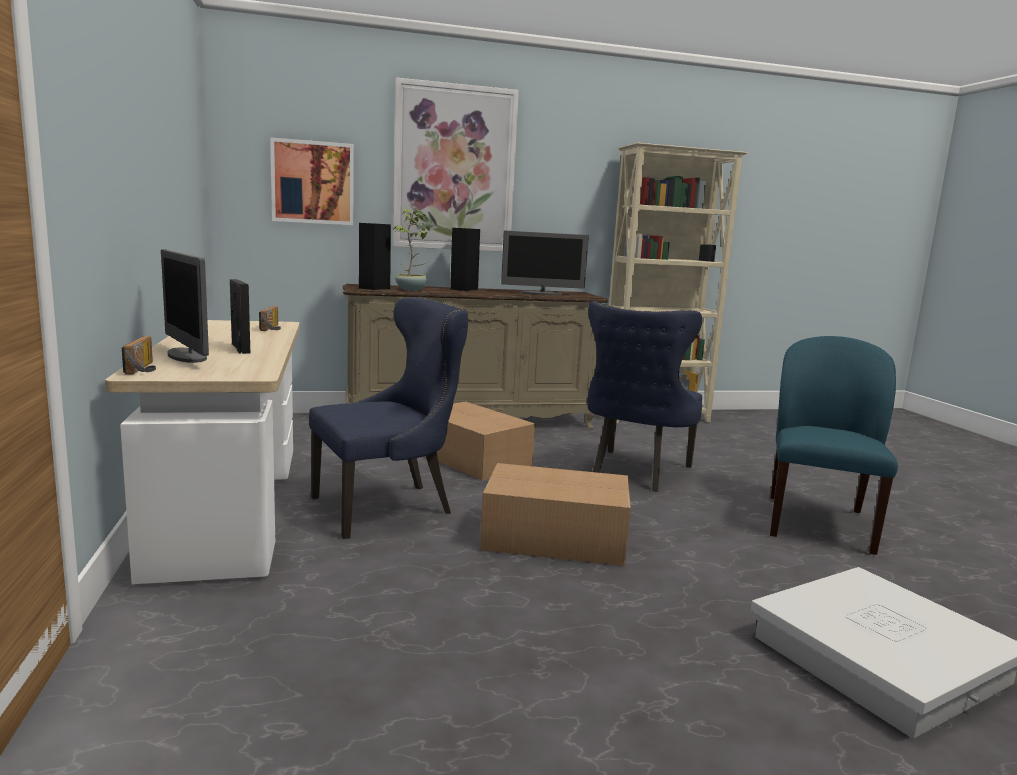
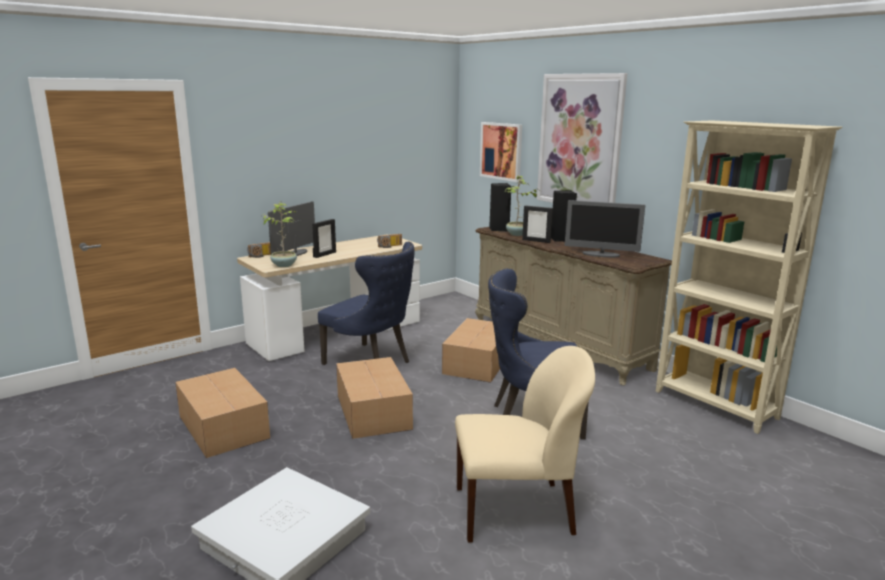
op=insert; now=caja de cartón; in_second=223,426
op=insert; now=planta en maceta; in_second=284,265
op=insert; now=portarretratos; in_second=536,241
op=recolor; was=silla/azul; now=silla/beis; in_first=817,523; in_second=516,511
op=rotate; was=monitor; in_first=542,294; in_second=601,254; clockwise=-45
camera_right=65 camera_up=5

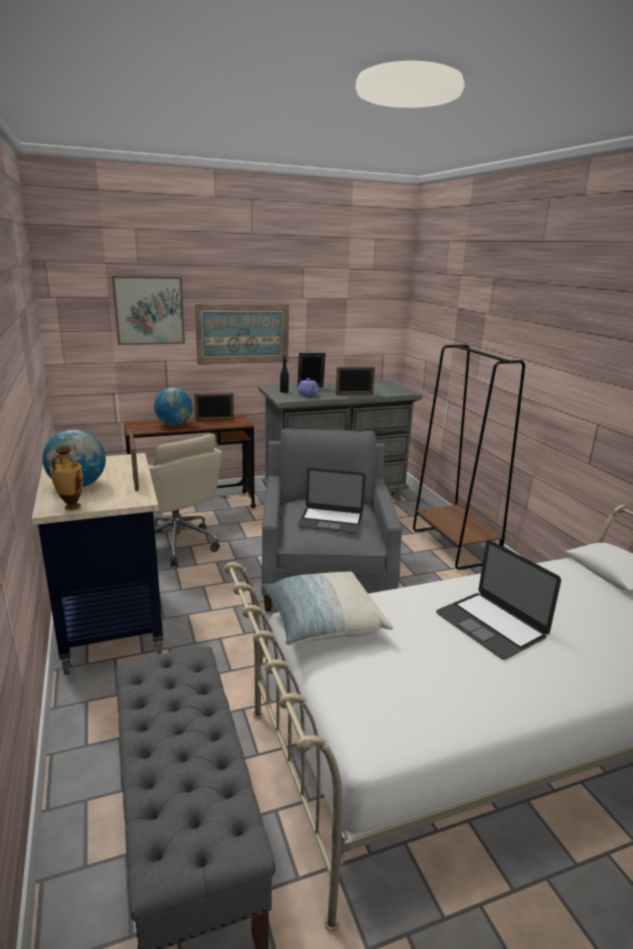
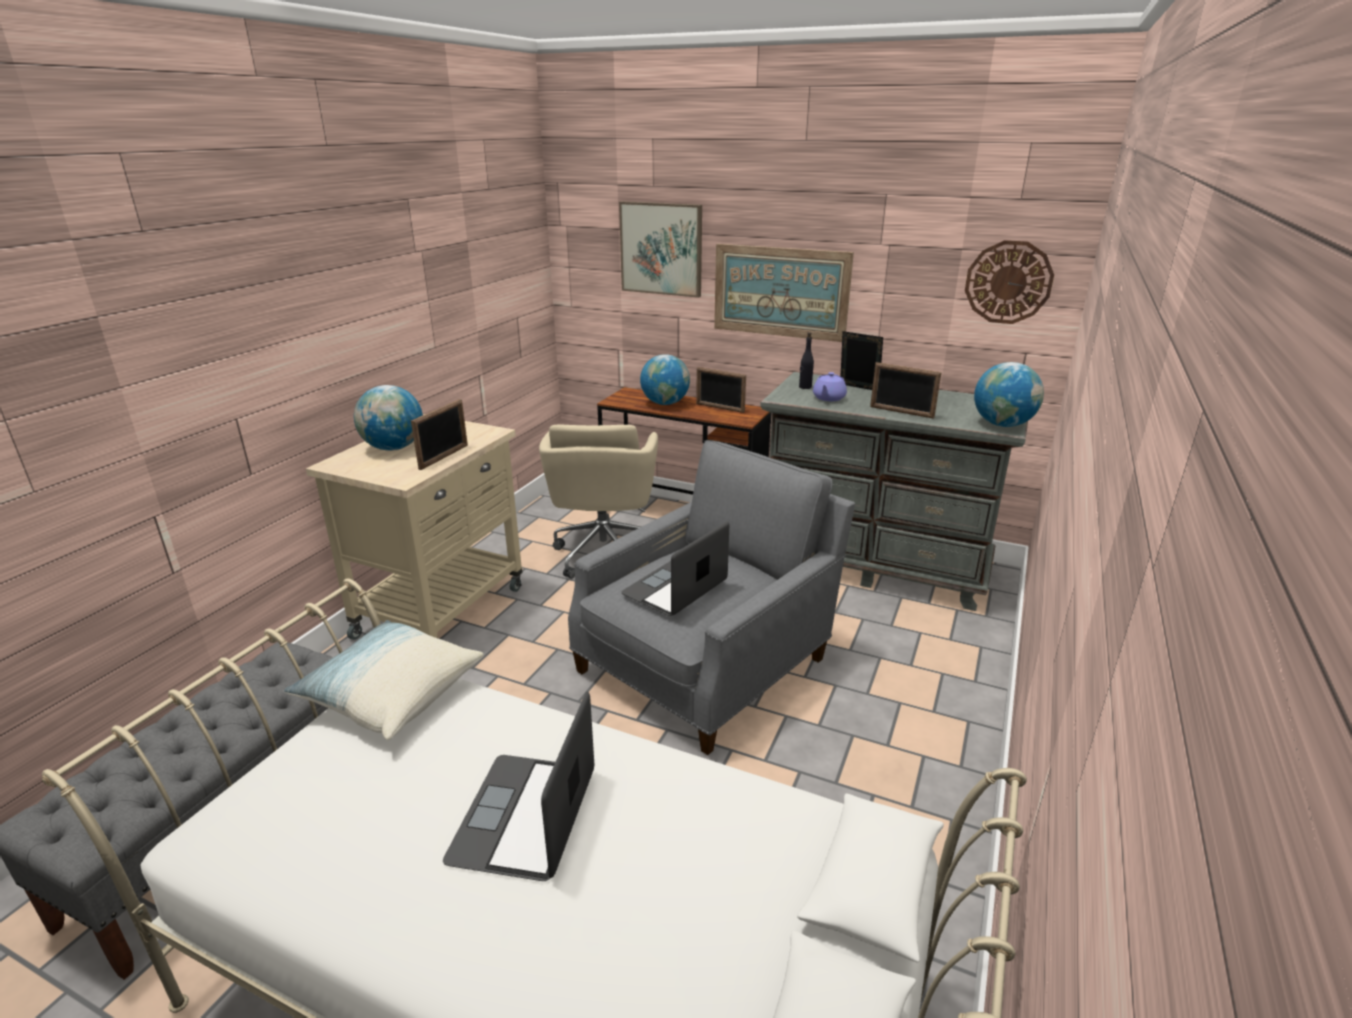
op=delete; was=florero; in_first=71,507
op=delete; was=perchero; in_first=454,546
op=insert; now=reloj de pared; in_second=1008,282
op=insert; now=globo terráqueo; in_second=1002,424
op=recolor; was=carrito/azul; now=carrito/beis; in_first=111,624; in_second=441,611
op=rotate; was=portátil; in_first=331,520; in_second=675,587; clockwise=75
camera_right=45 camera_up=5

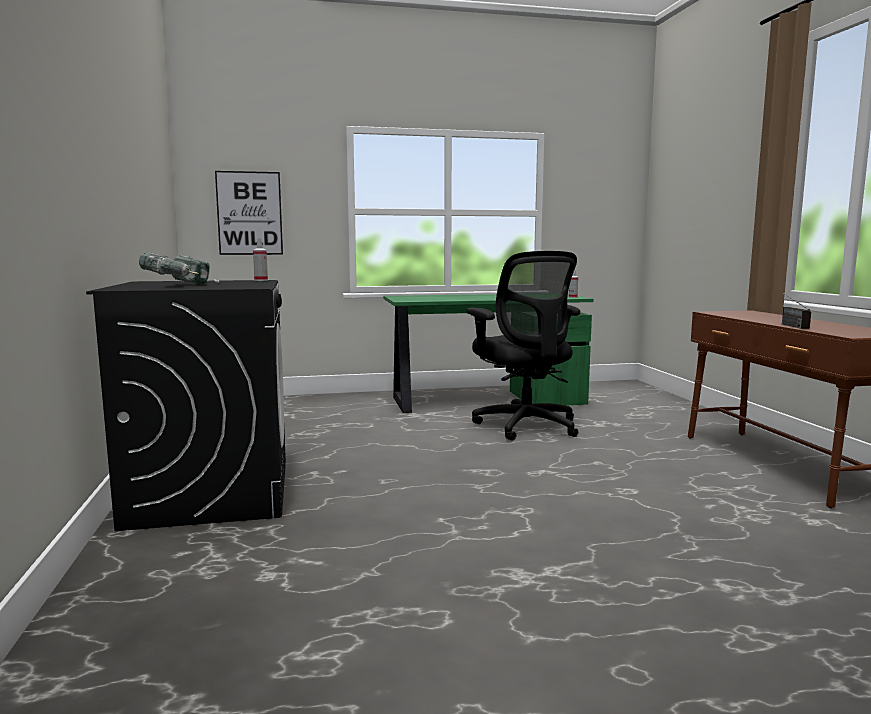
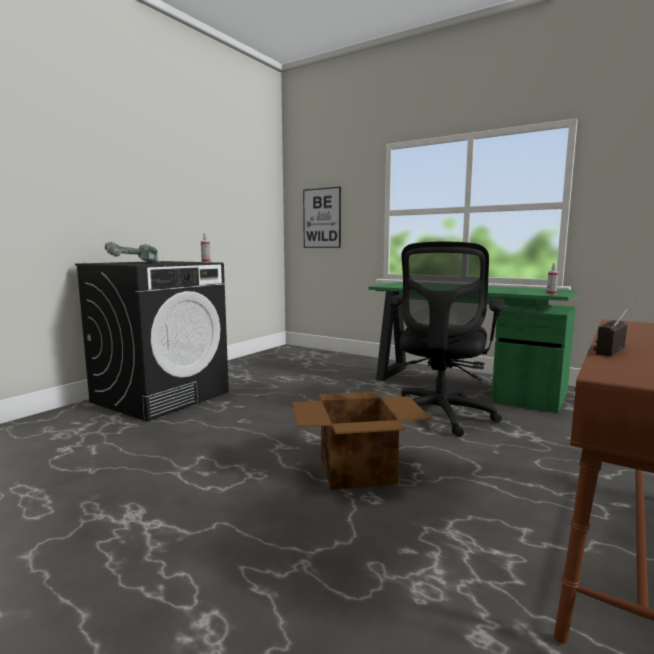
op=insert; now=caja de cartón; in_second=358,470
camera_right=45 camera_up=0

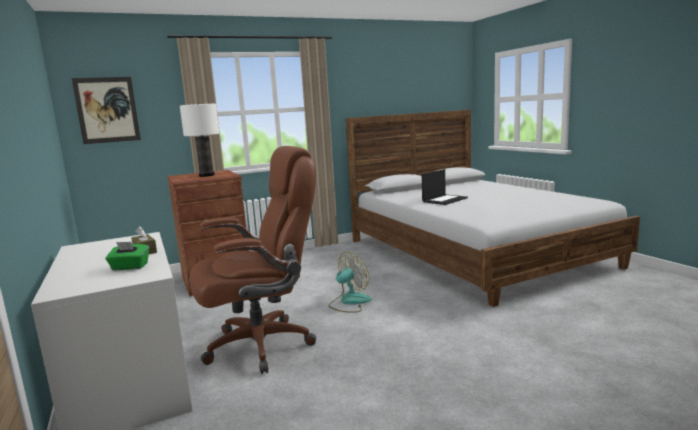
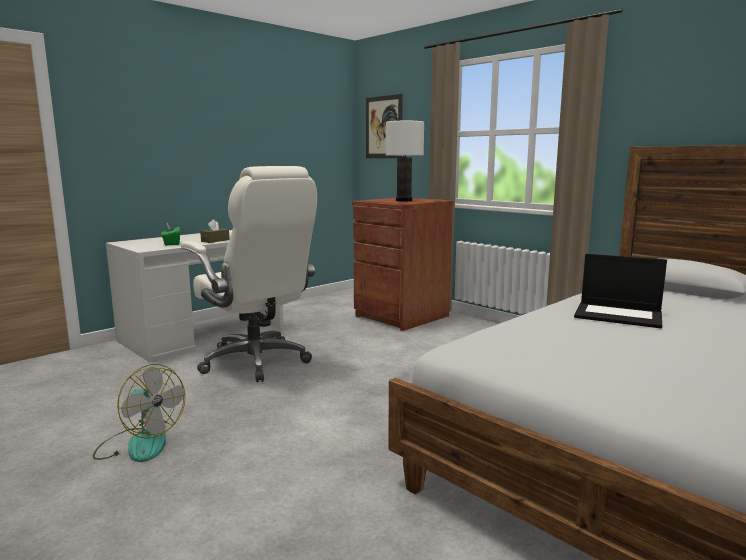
op=move; was=ventilador; in_first=349,302; in_second=139,444
op=recolor; was=silla de oficina/marrón; now=silla de oficina/blanco; in_first=262,345; in_second=256,362
camera_right=70 camera_up=0

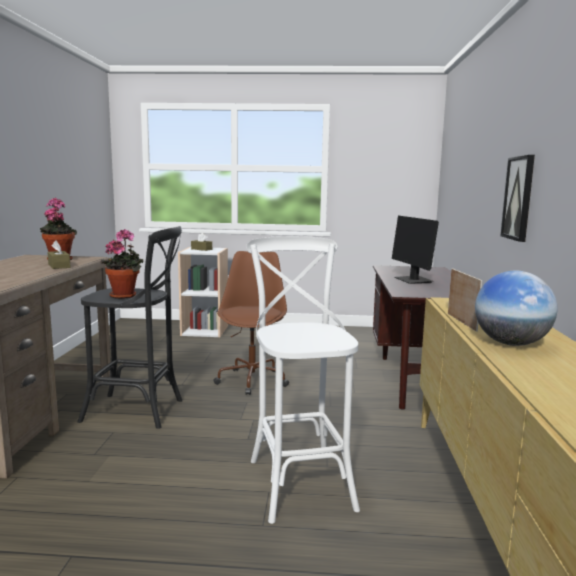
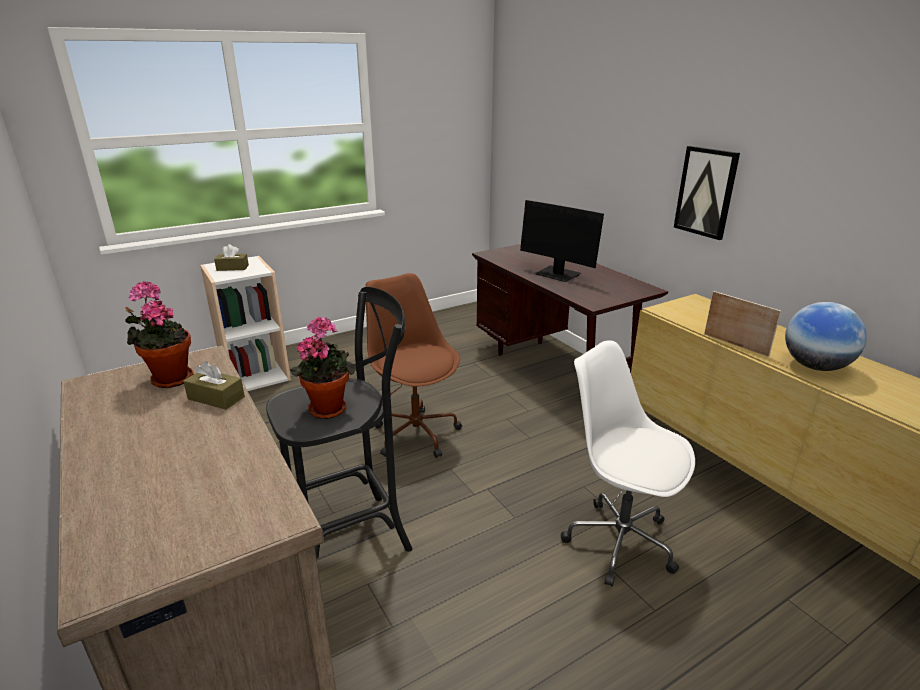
op=replace; was=taburete/blanco; now=silla de oficina/blanco; in_first=299,479; in_second=617,541
camera_right=-35 camera_up=15

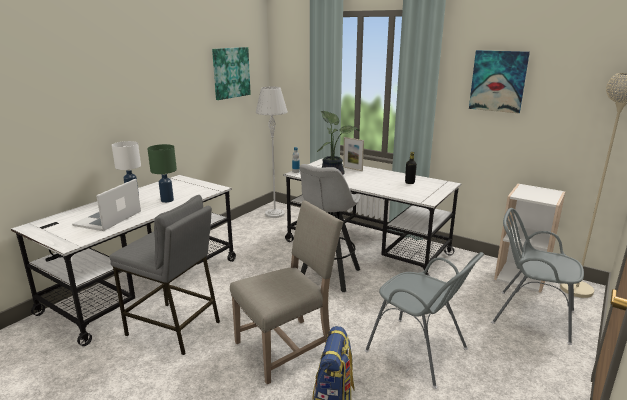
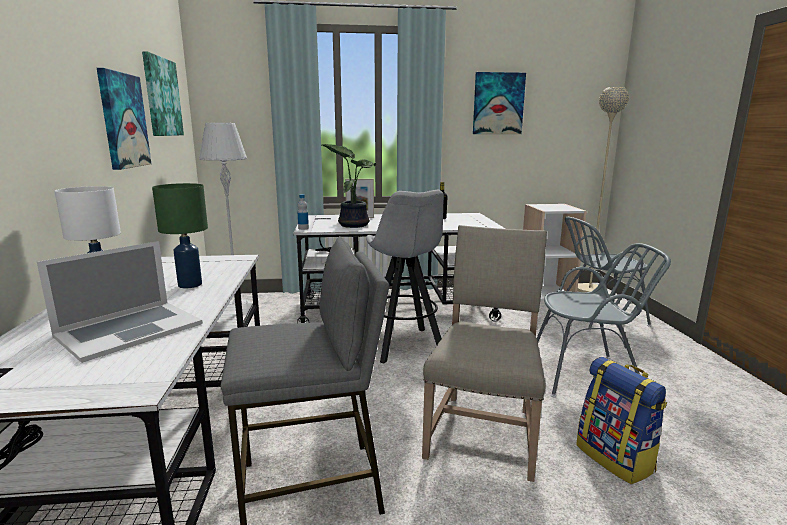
op=insert; now=cuadro; in_second=123,121
op=rotate; was=portátil; in_first=108,218; in_second=129,330; clockwise=-120
camera_right=-40 camera_up=-5

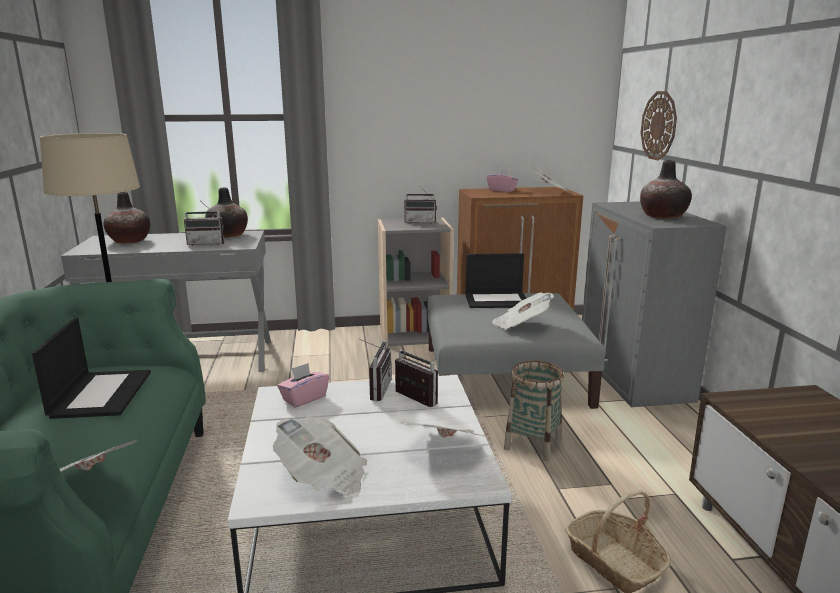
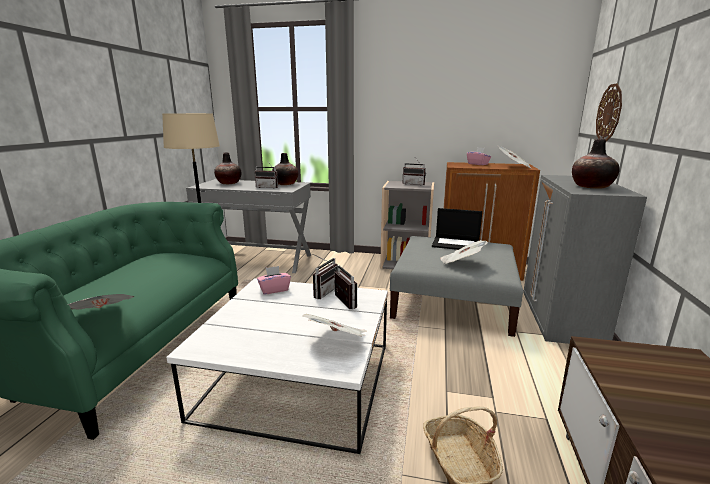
op=delete; was=portátil; in_first=101,393
op=delete; was=periódico; in_first=323,477
op=delete; was=cesta; in_first=533,444
camera_right=20 camera_up=0

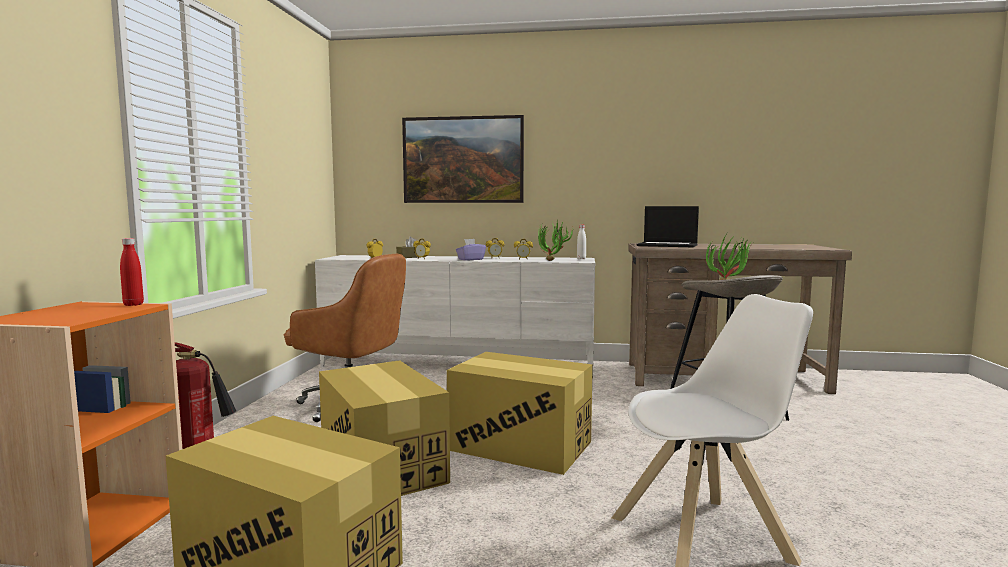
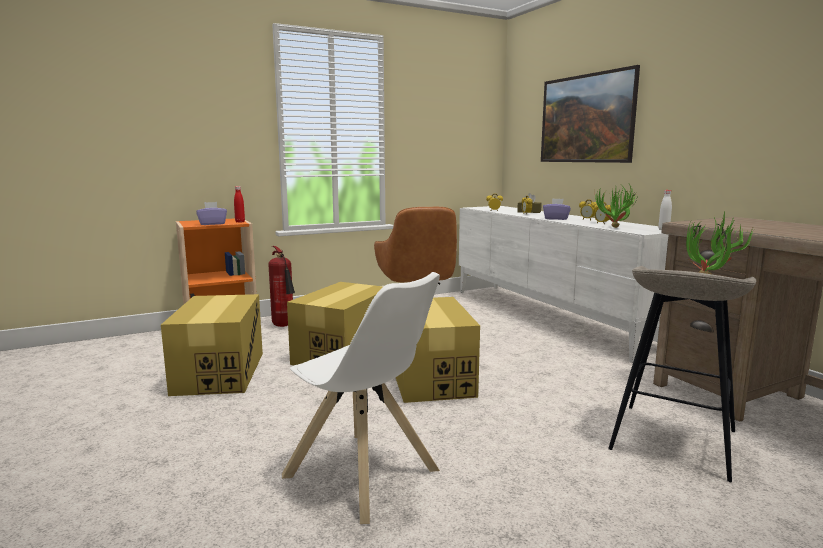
op=delete; was=portátil; in_first=668,245
op=insert; now=caja de pañuelos/morado; in_second=212,224
camera_right=55 camera_up=5

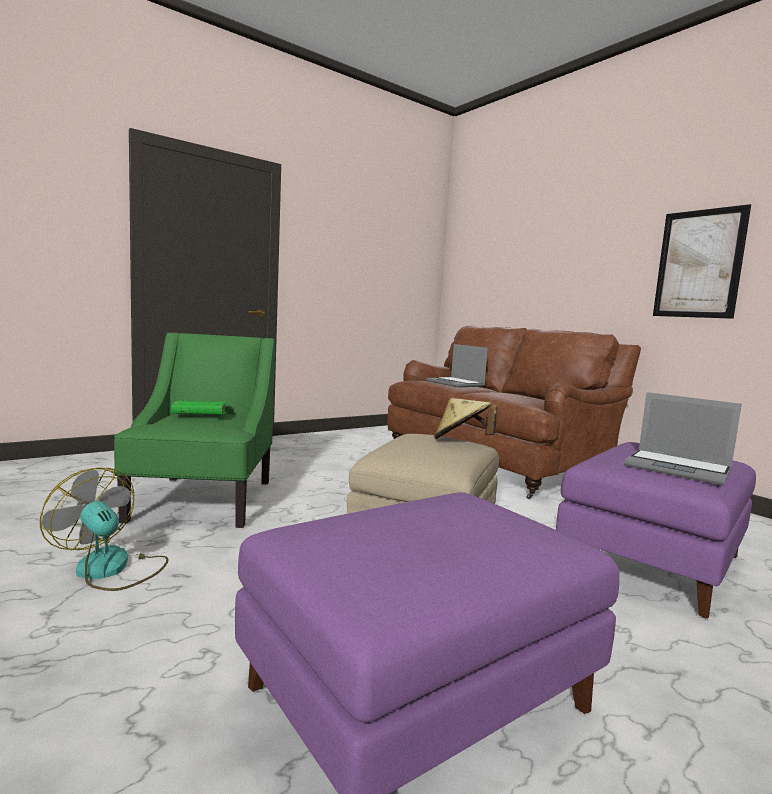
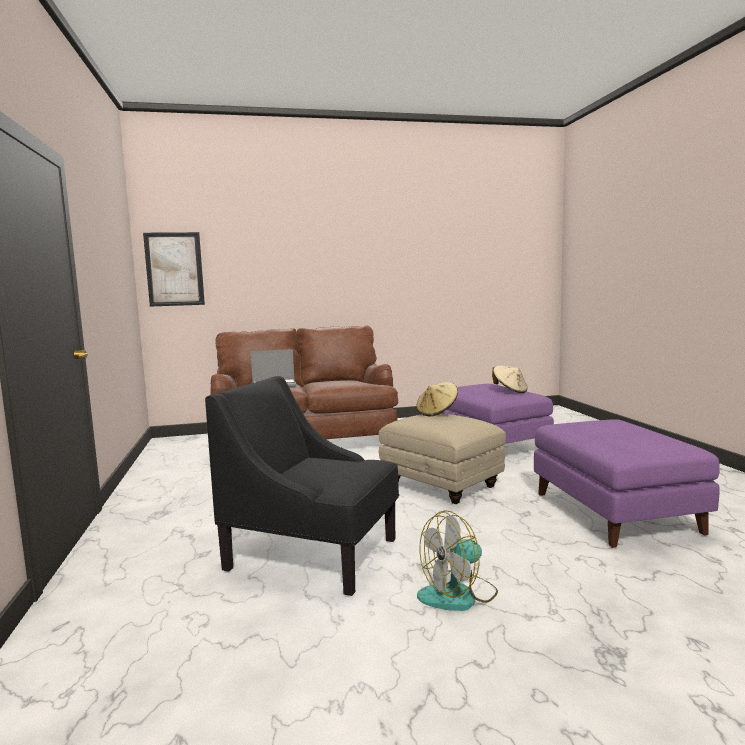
op=delete; was=libro/verde; in_first=199,415
op=move; was=cuadro; in_first=699,264; in_second=174,269
op=replace; was=portátil; now=sombrero/beis; in_first=679,469; in_second=510,391
op=recolor; was=sillón/verde; now=sillón/negro; in_first=203,501; in_second=314,554
camera_right=-65 camera_up=0

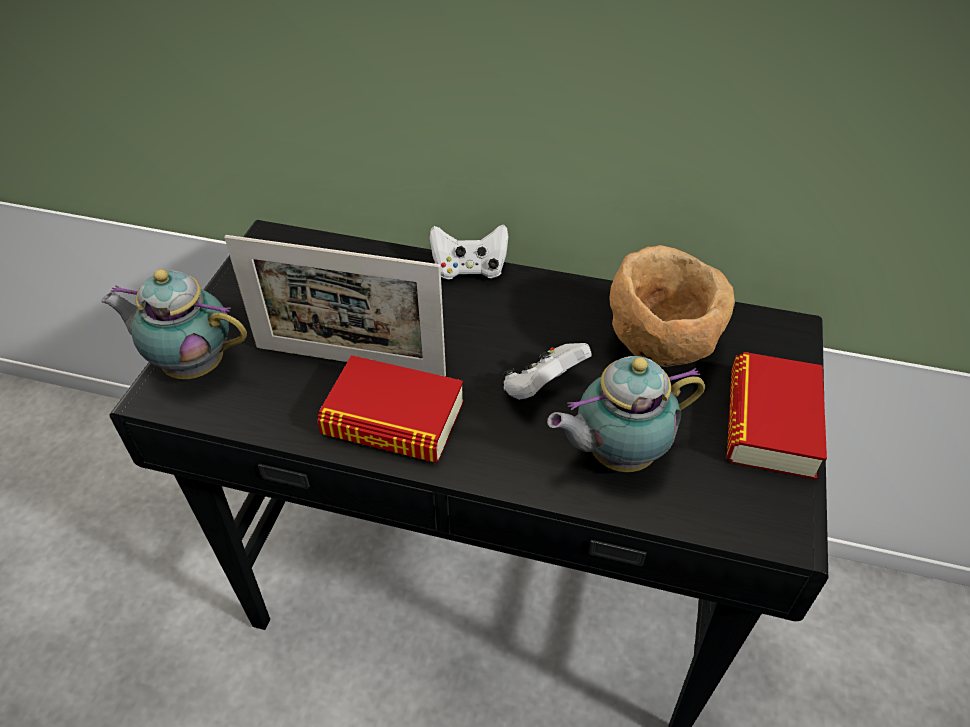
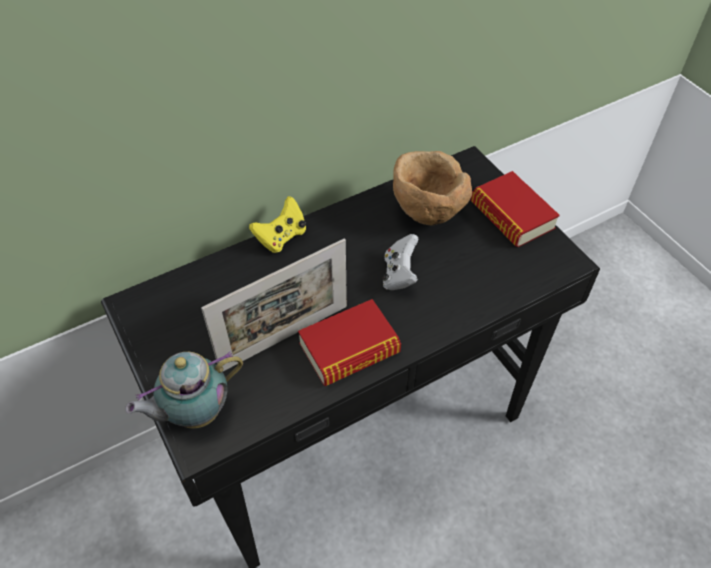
op=delete; was=tetera; in_first=616,455
op=recolor; was=mando de consola/blanco; now=mando de consola/amarillo; in_first=469,269; in_second=281,237
camera_right=-45 camera_up=5

